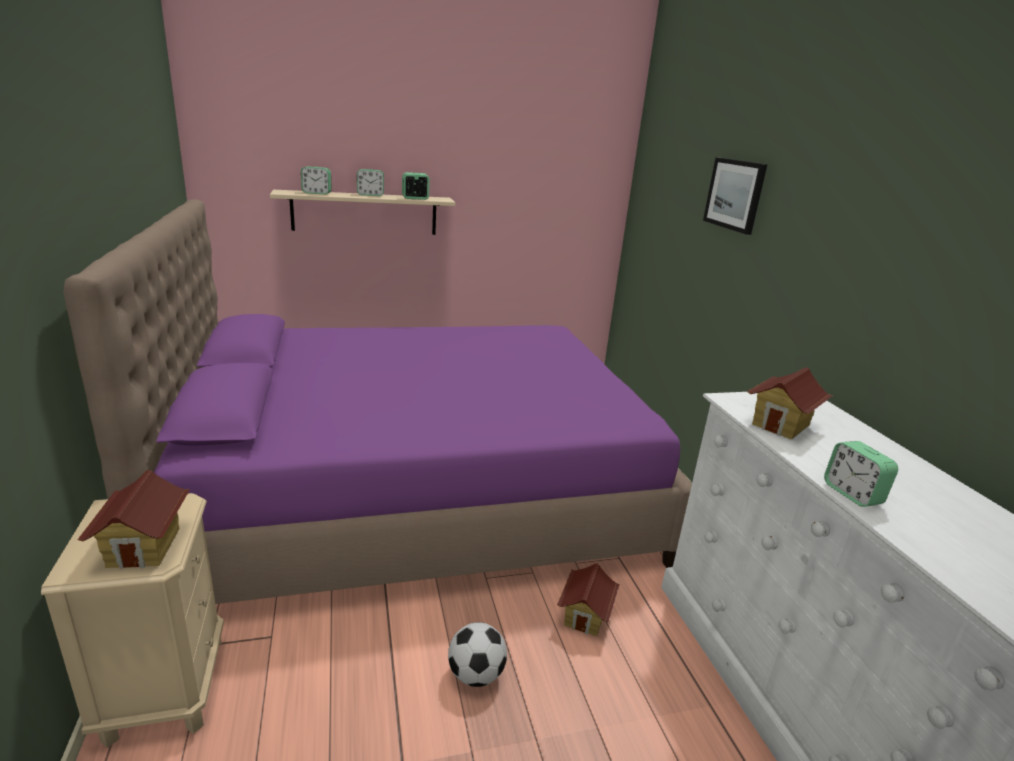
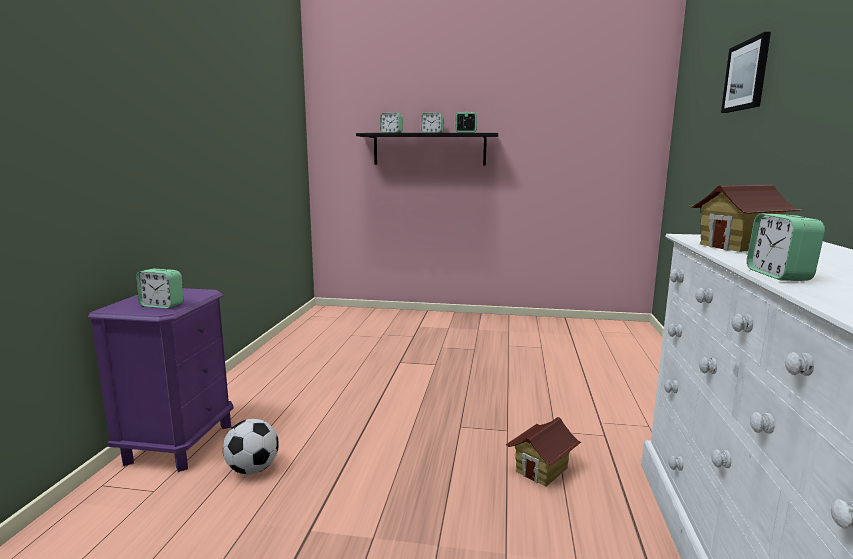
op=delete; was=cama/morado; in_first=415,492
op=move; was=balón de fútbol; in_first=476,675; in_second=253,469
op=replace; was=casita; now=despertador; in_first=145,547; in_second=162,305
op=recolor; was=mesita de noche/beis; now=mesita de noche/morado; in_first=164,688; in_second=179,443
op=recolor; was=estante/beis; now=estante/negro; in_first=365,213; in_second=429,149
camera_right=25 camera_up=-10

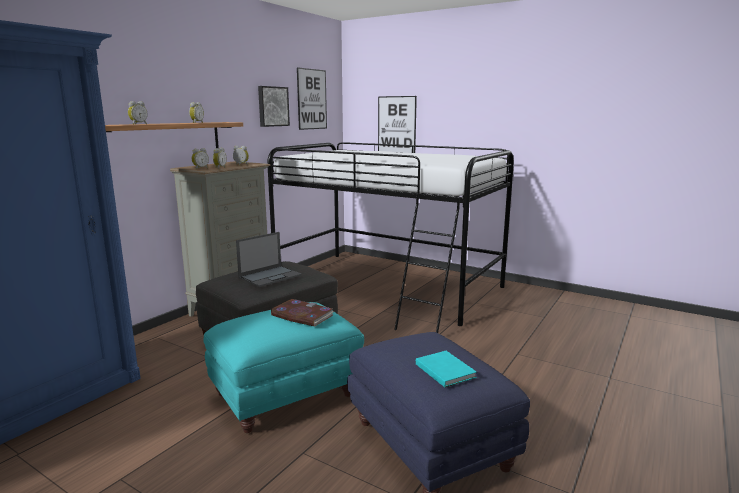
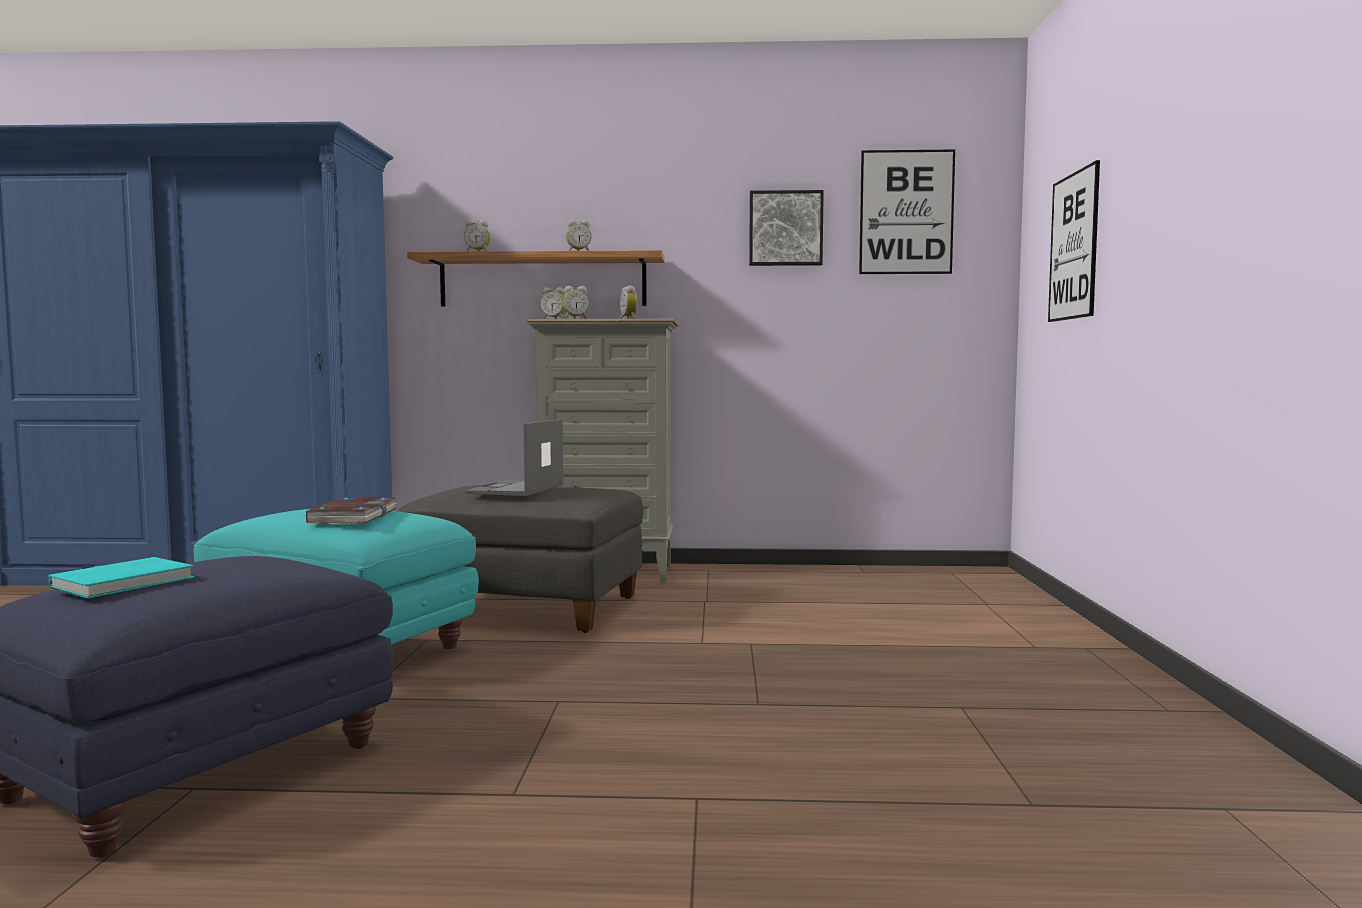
op=delete; was=cama/negro; in_first=388,285
op=rotate; was=portátil; in_first=270,276; in_second=516,489; clockwise=90
camera_right=60 camera_up=-10

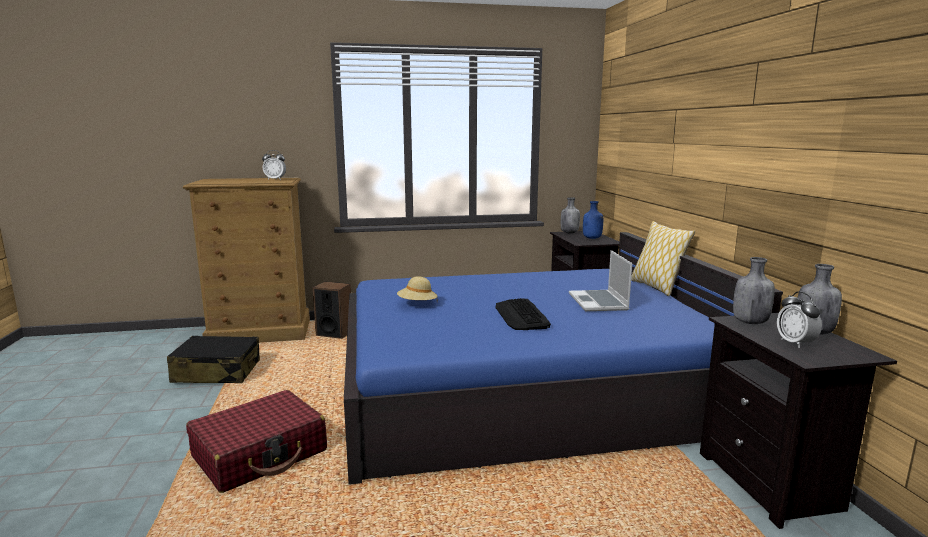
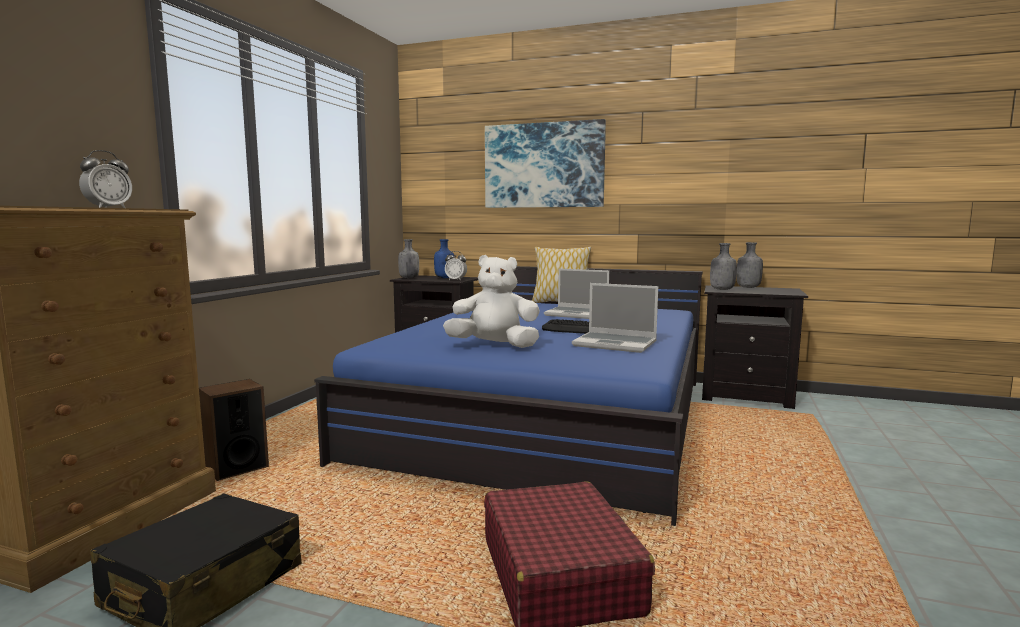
op=insert; now=cuadro; in_second=543,165
op=insert; now=portátil; in_second=616,344
op=move; was=despertador; in_first=795,343; in_second=456,280
op=replace; was=sombrero/beis; now=peluche/blanco; in_first=417,304; in_second=494,346
camera_right=-60 camera_up=-5

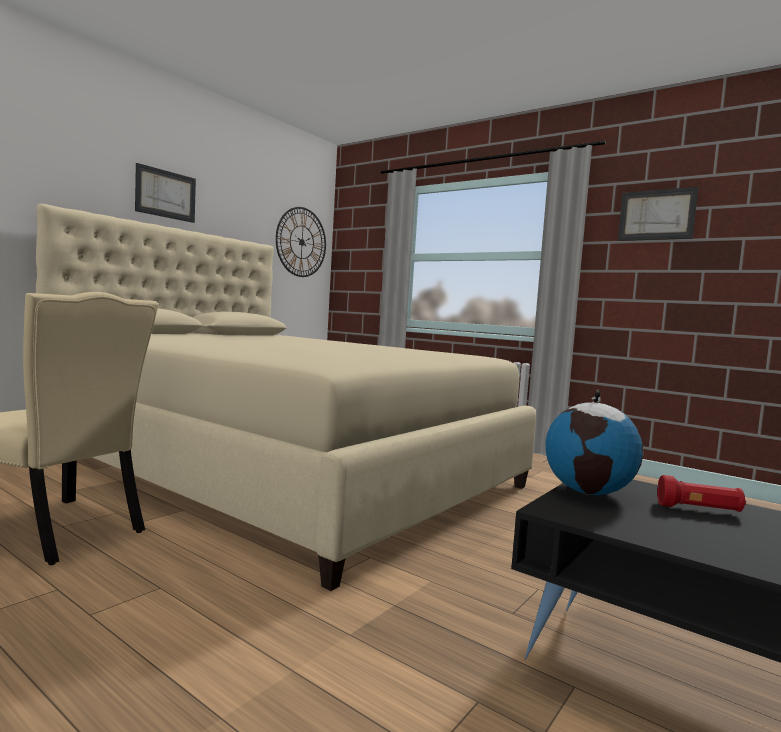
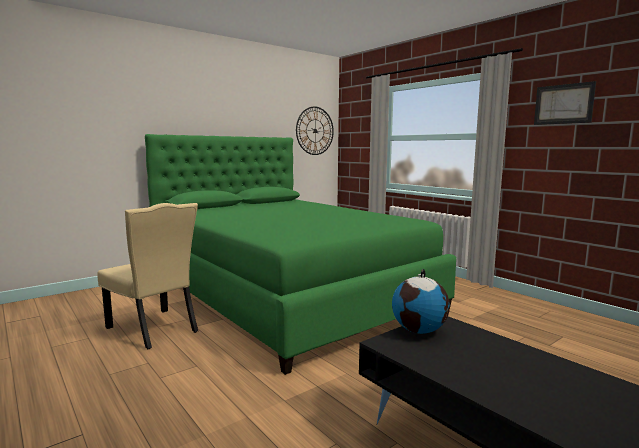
op=delete; was=cuadro; in_first=166,194
op=delete; was=linterna/rojo; in_first=699,510
op=recolor; was=cama/beis; now=cama/verde; in_first=278,469; in_second=287,292
camera_right=15 camera_up=5

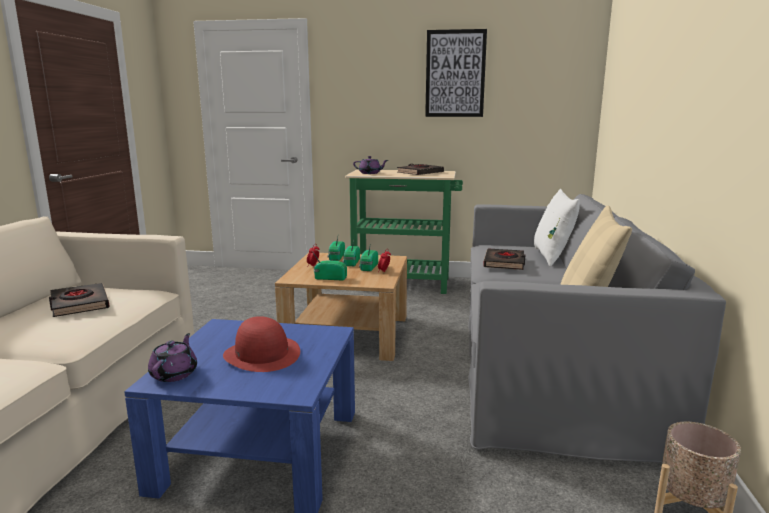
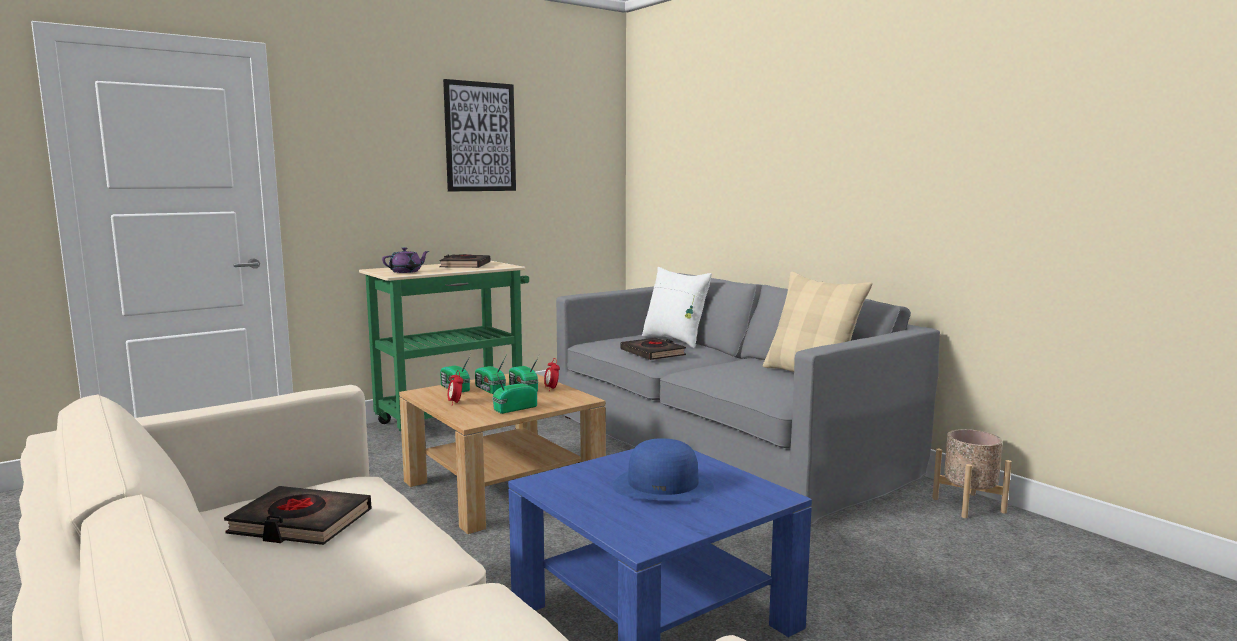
op=delete; was=tetera/morado; in_first=174,374
op=recolor; was=sombrero/rojo; now=sombrero/azul; in_first=262,354; in_second=663,485
camera_right=-45 camera_up=-5

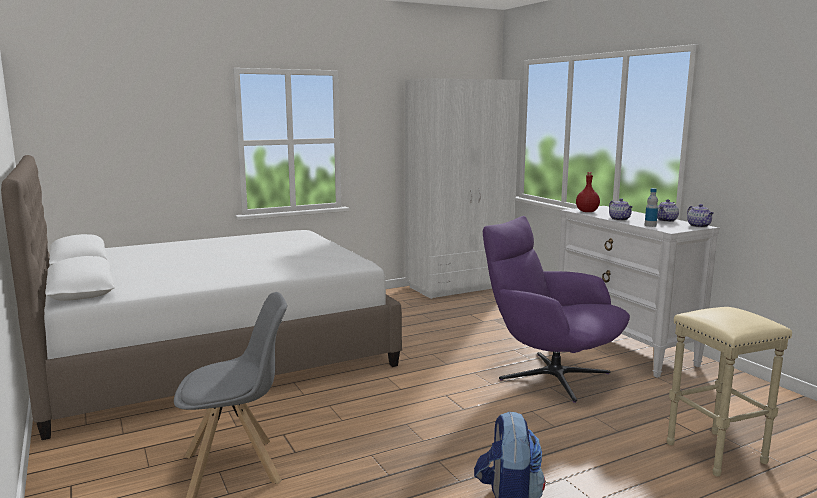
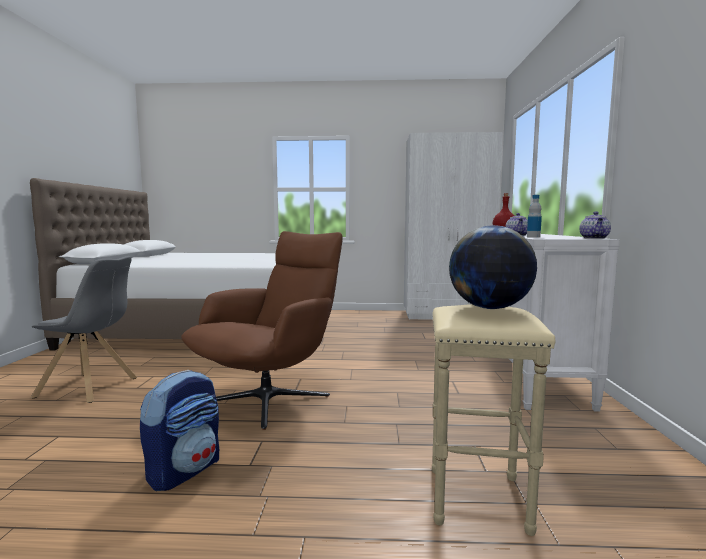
op=delete; was=sillón/morado; in_first=551,375
op=delete; was=tetera; in_first=666,220
op=insert; now=sillón/marrón; in_second=270,398
op=insert; now=globo terráqueo; in_second=489,308
camera_right=30 camera_up=-5

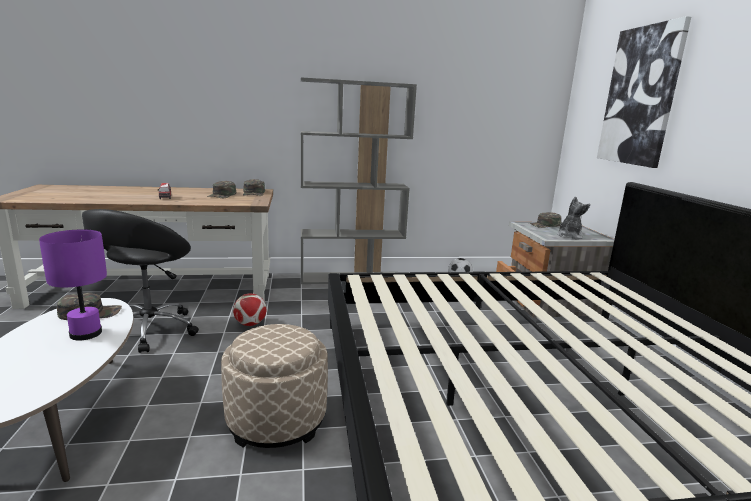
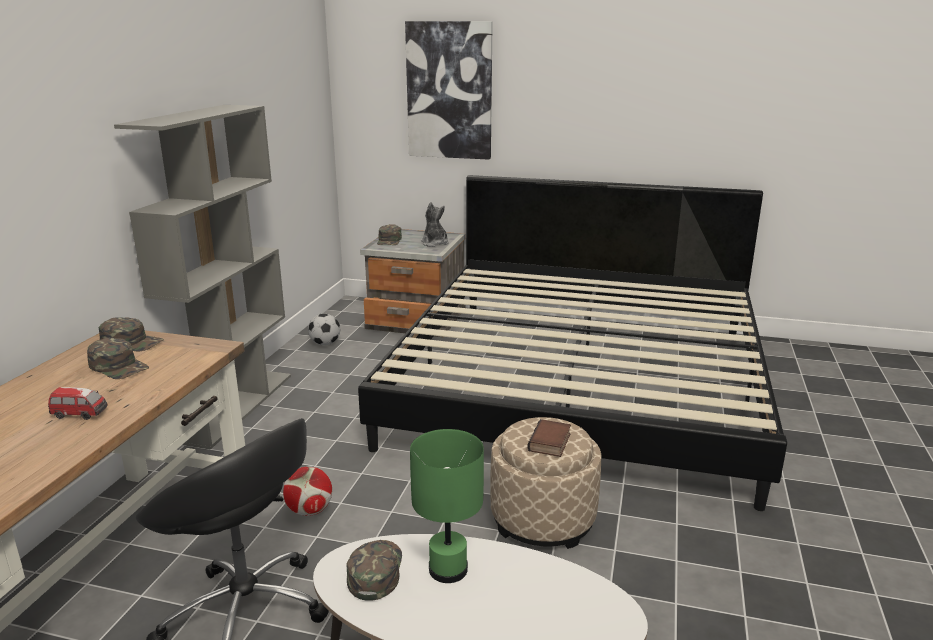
op=insert; now=libro; in_second=550,443
op=recolor; was=lámpara de mesa/morado; now=lámpara de mesa/verde; in_first=86,333; in_second=448,569
camera_right=-65 camera_up=5

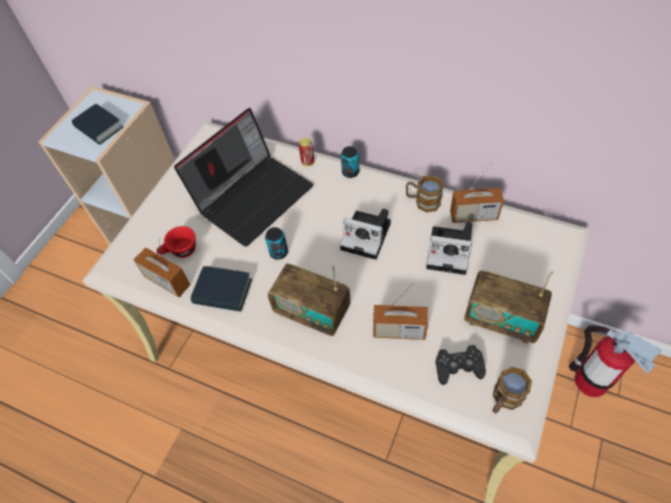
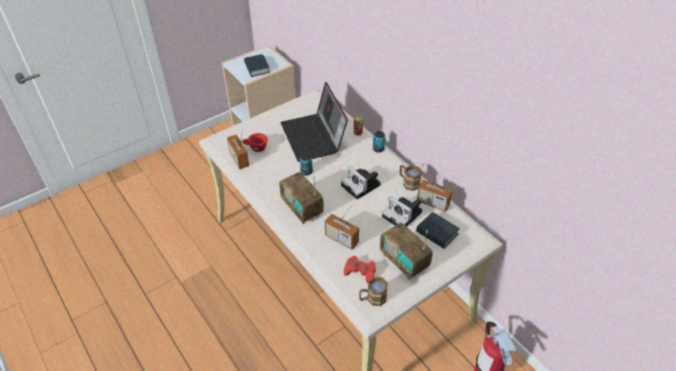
op=move; was=libro; in_first=223,292; in_second=437,233
op=recolor; was=mando de consola/negro; now=mando de consola/rojo; in_first=458,367; in_second=360,271
op=rotate; was=portátil; in_first=253,196; in_second=314,138; clockwise=90
camera_right=25 camera_up=-10

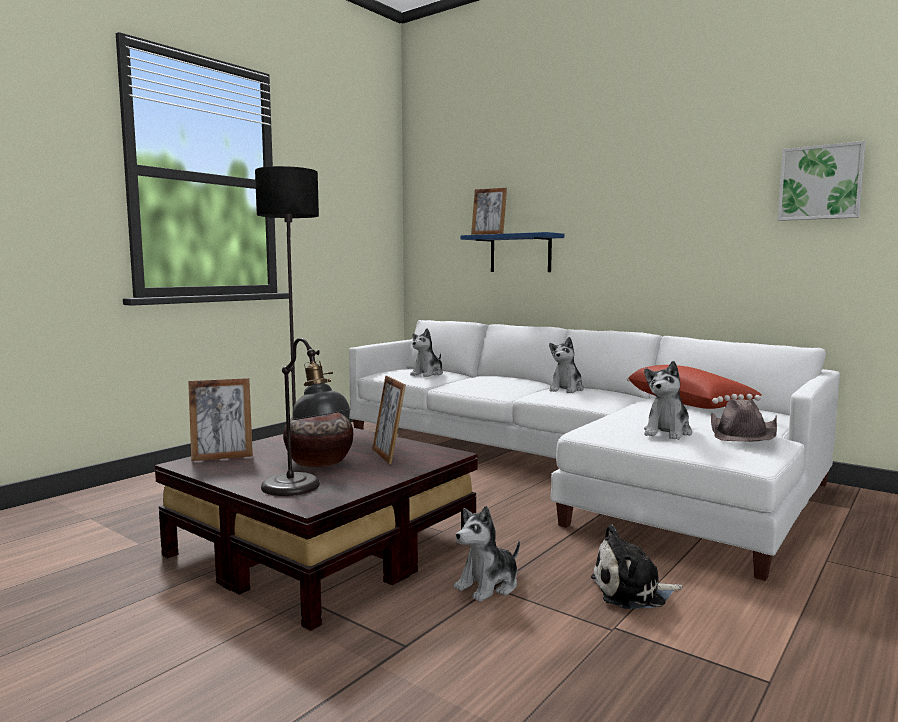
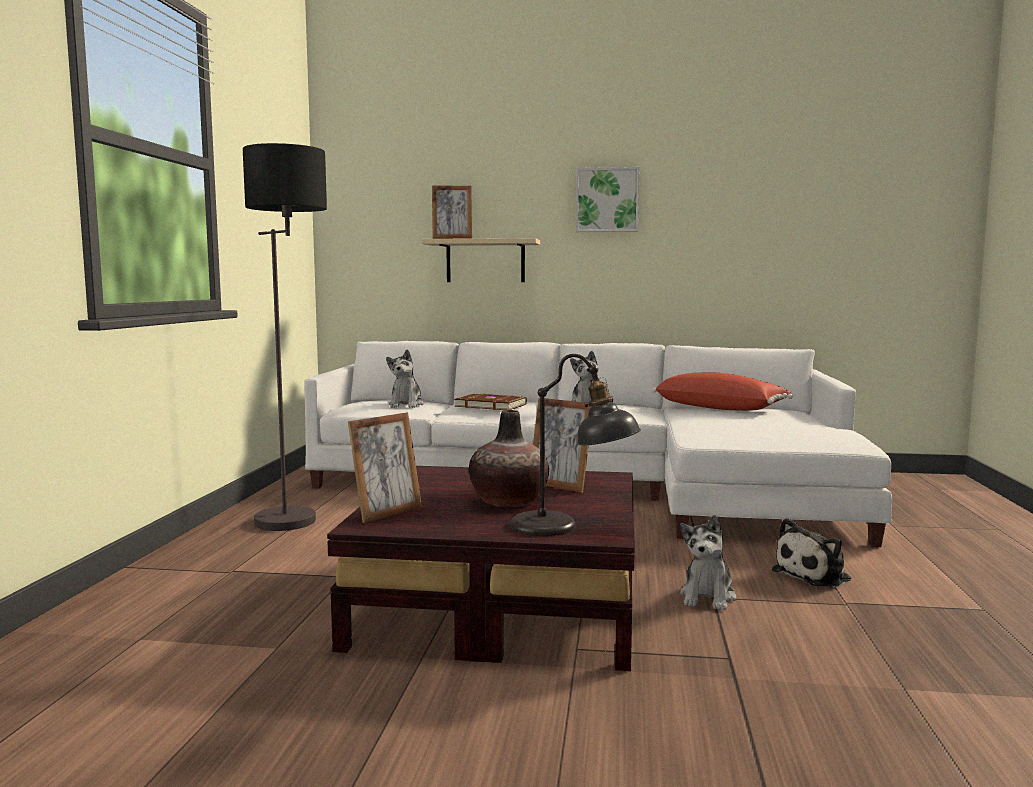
op=delete; was=peluche; in_first=667,432
op=delete; was=sombrero/marrón; in_first=743,433
op=insert; now=libro/marrón; in_second=490,405
op=move; was=cuadro; in_first=820,183; in_second=607,200
op=recolor; was=estante/azul; now=estante/beis; in_first=520,253; in_second=485,261
camera_right=-30 camera_up=0

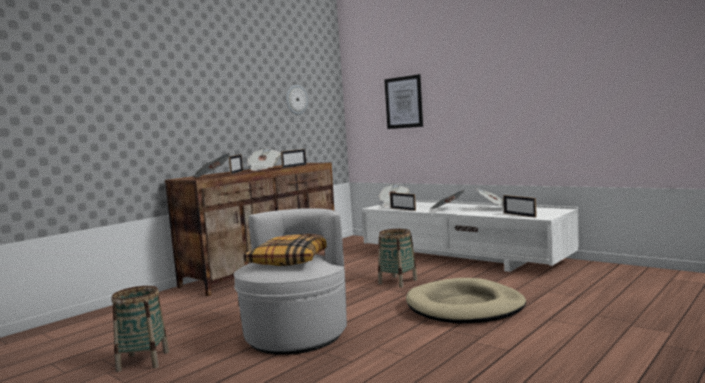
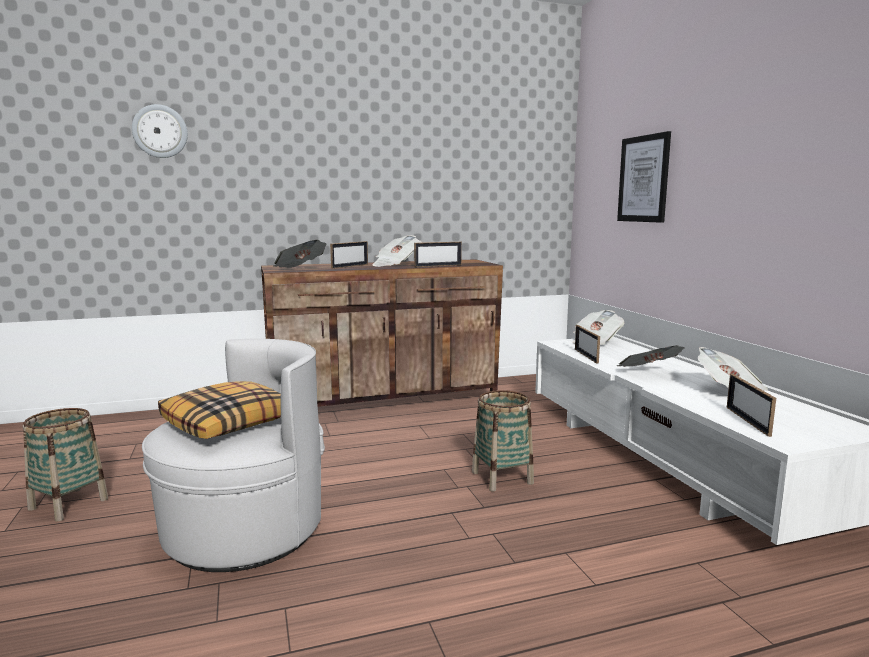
op=delete; was=cama para perro/beis; in_first=465,307
op=move; was=reloj de pared; in_first=296,99; in_second=160,131
camera_right=30 camera_up=5

